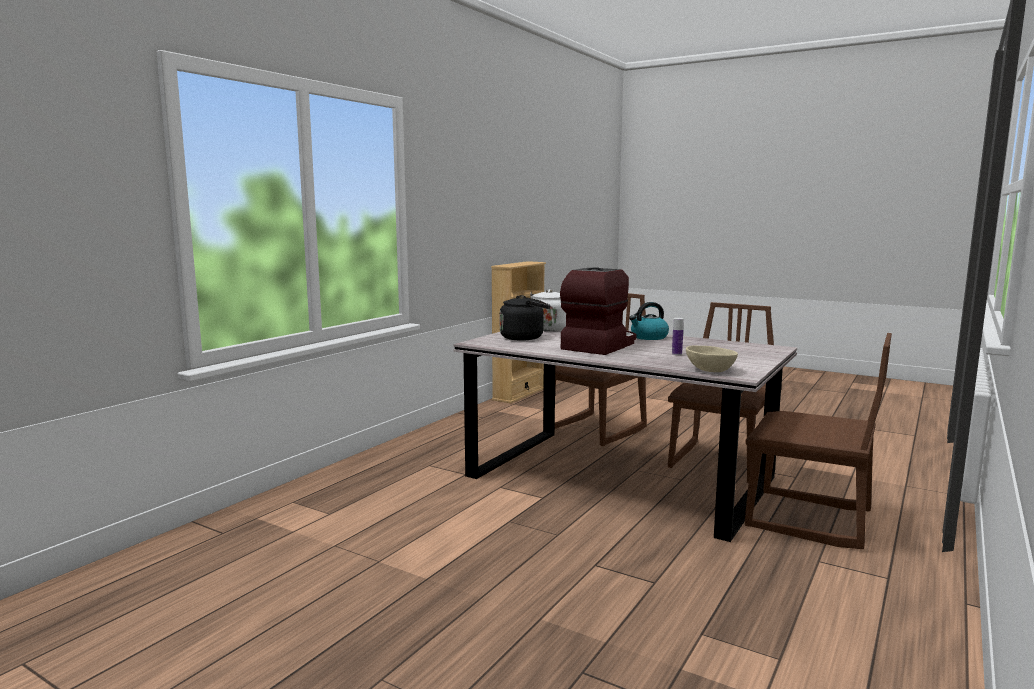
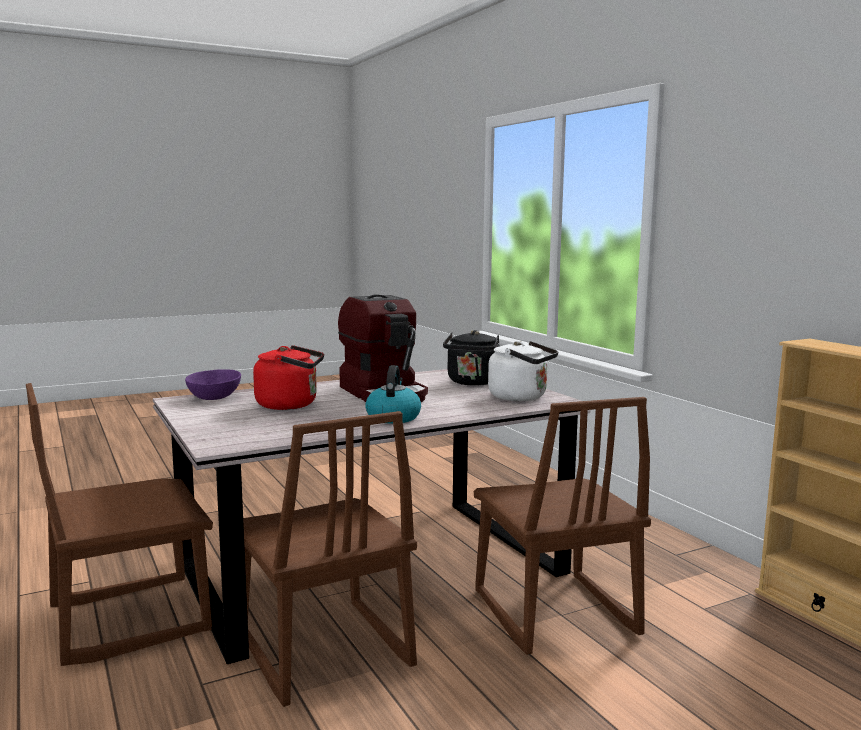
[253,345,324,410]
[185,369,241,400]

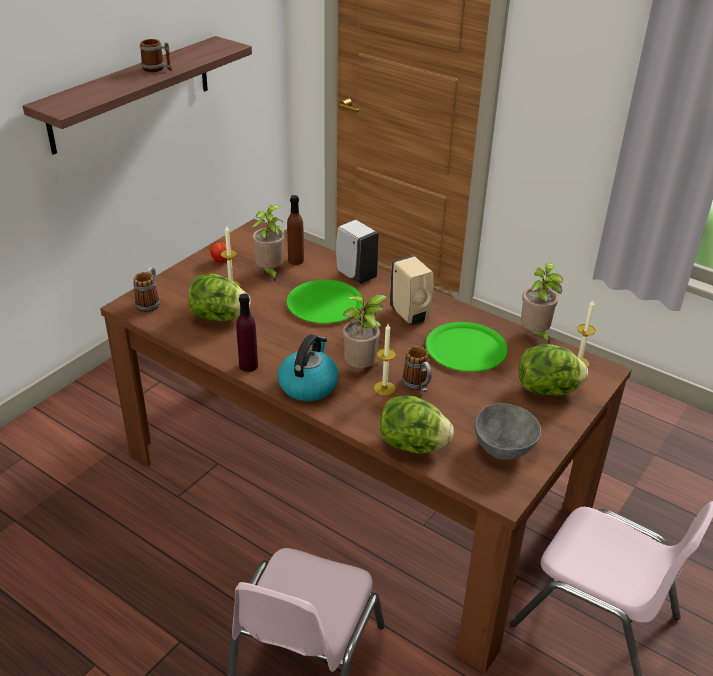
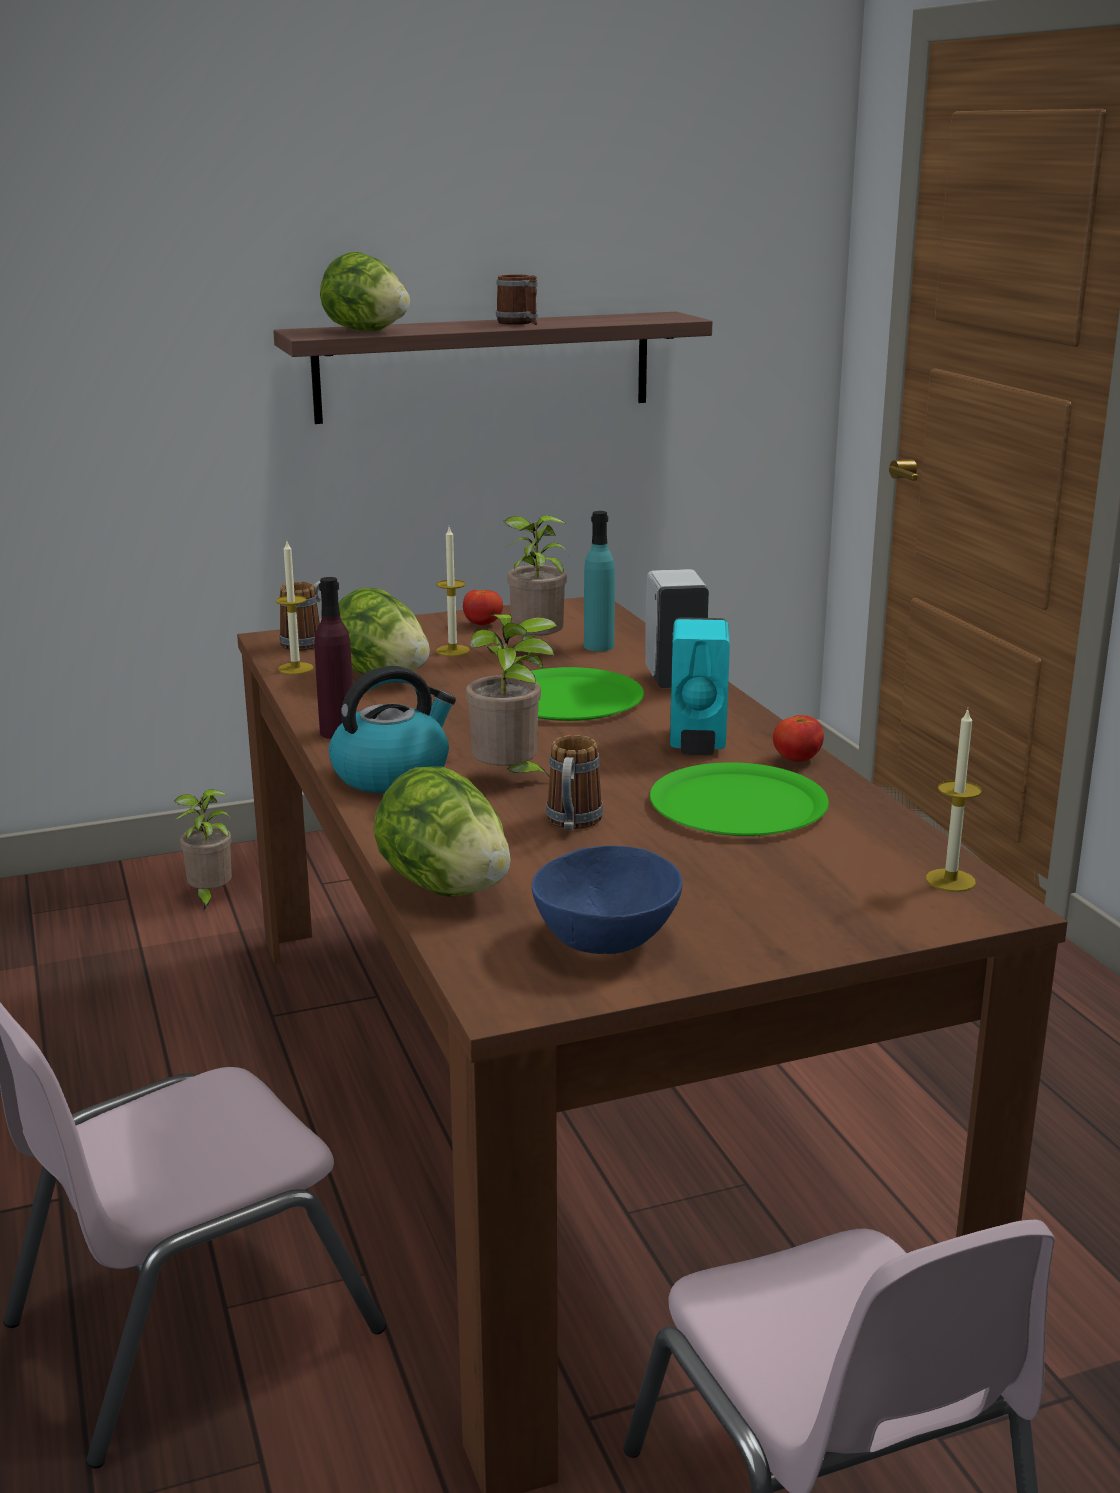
[584,511,615,651]
[670,617,730,755]
[174,789,232,911]
[276,541,314,675]
[320,252,410,331]
[532,846,683,954]
[773,715,824,762]

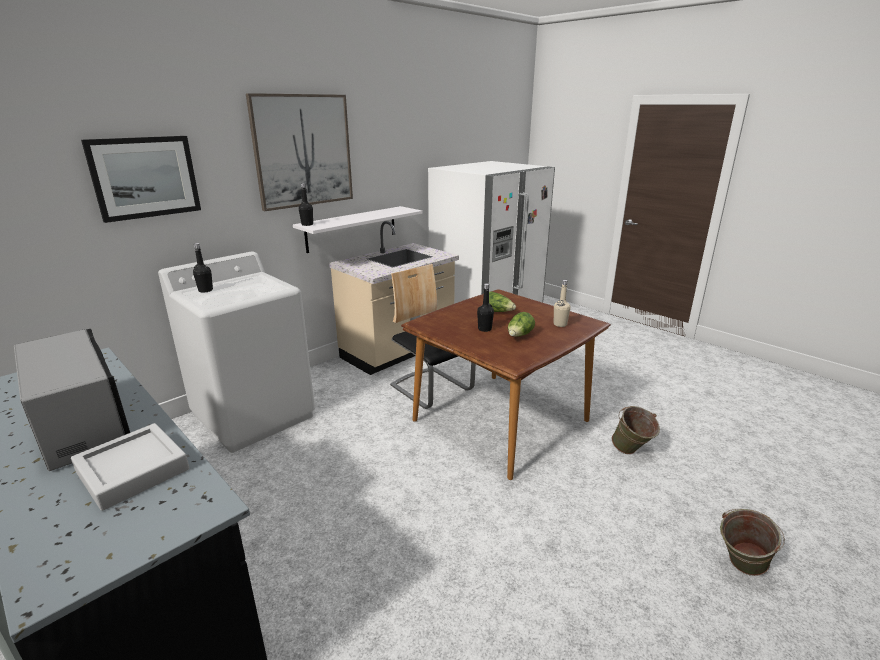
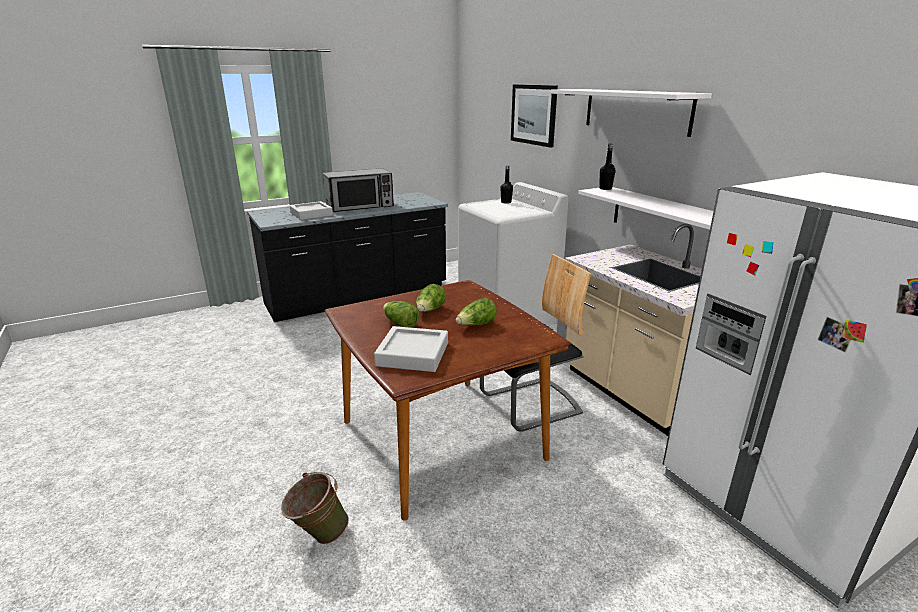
[550,89,712,137]
[374,326,448,372]
[416,284,446,312]
[720,509,785,576] (first image)

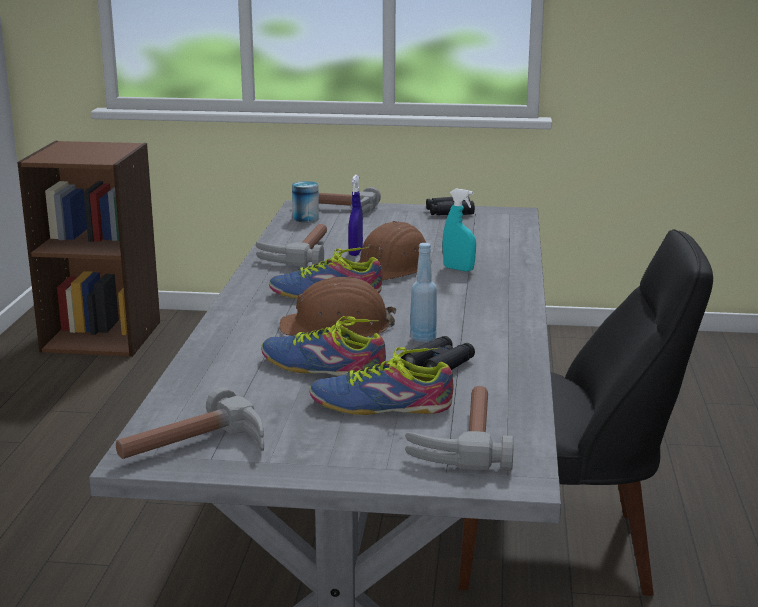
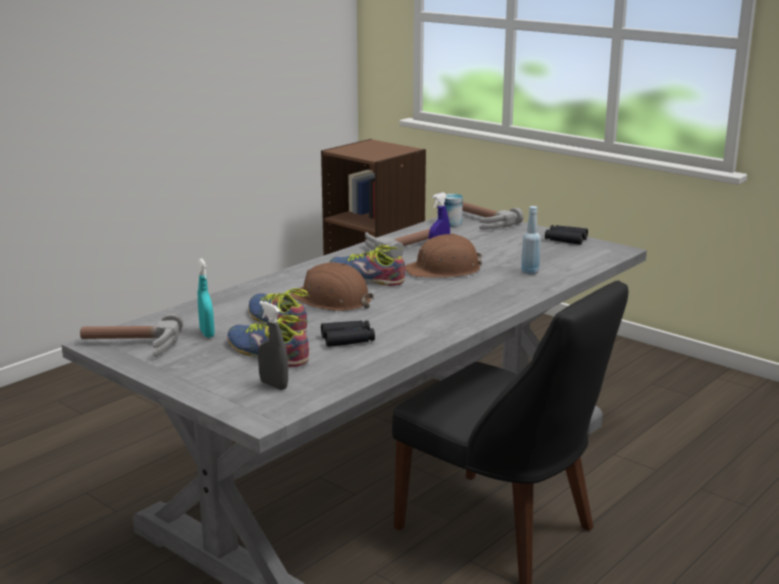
[198,258,215,338]
[521,206,541,275]
[258,301,288,390]

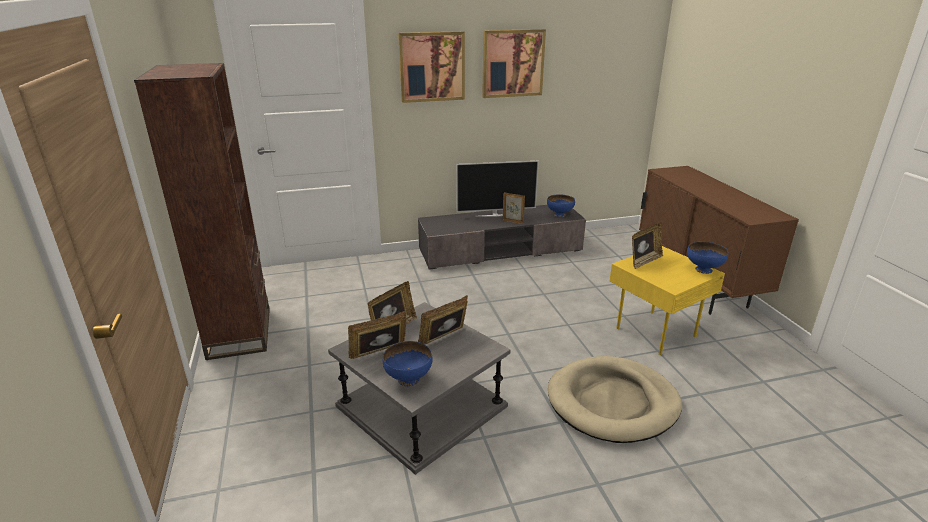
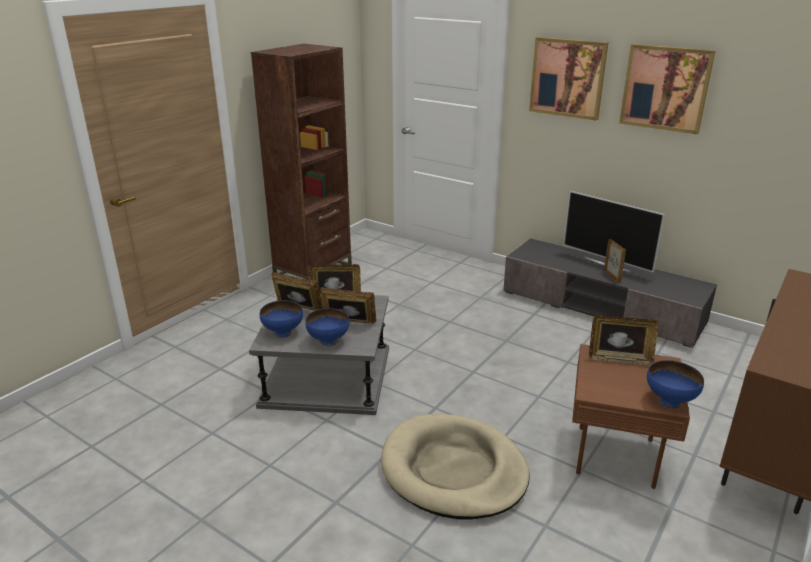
[305,308,350,346]
[572,344,690,489]

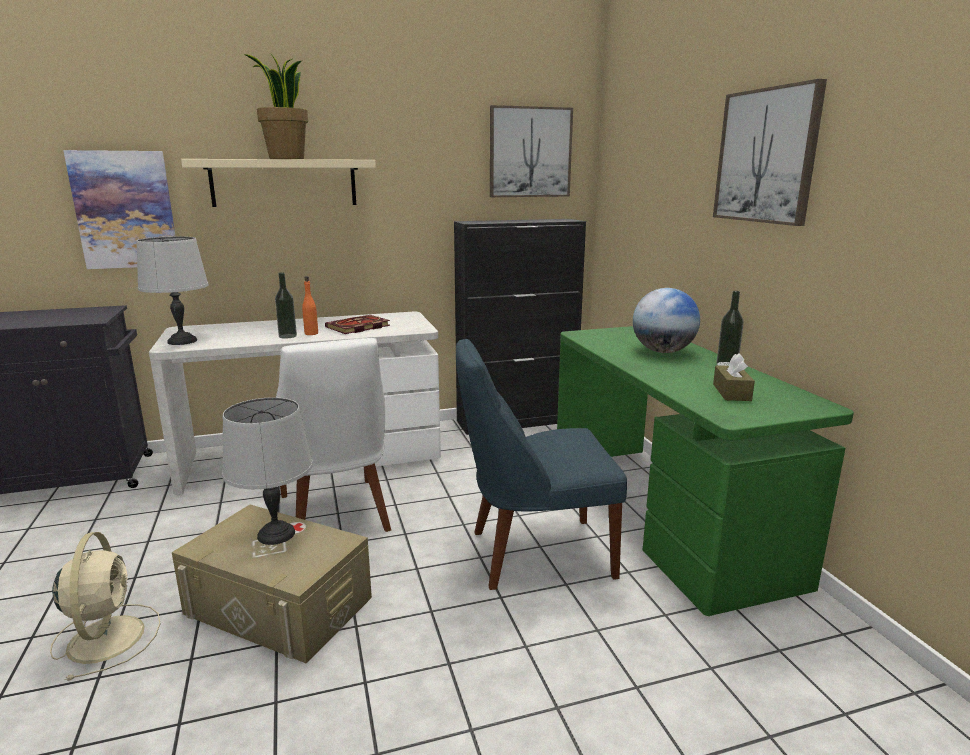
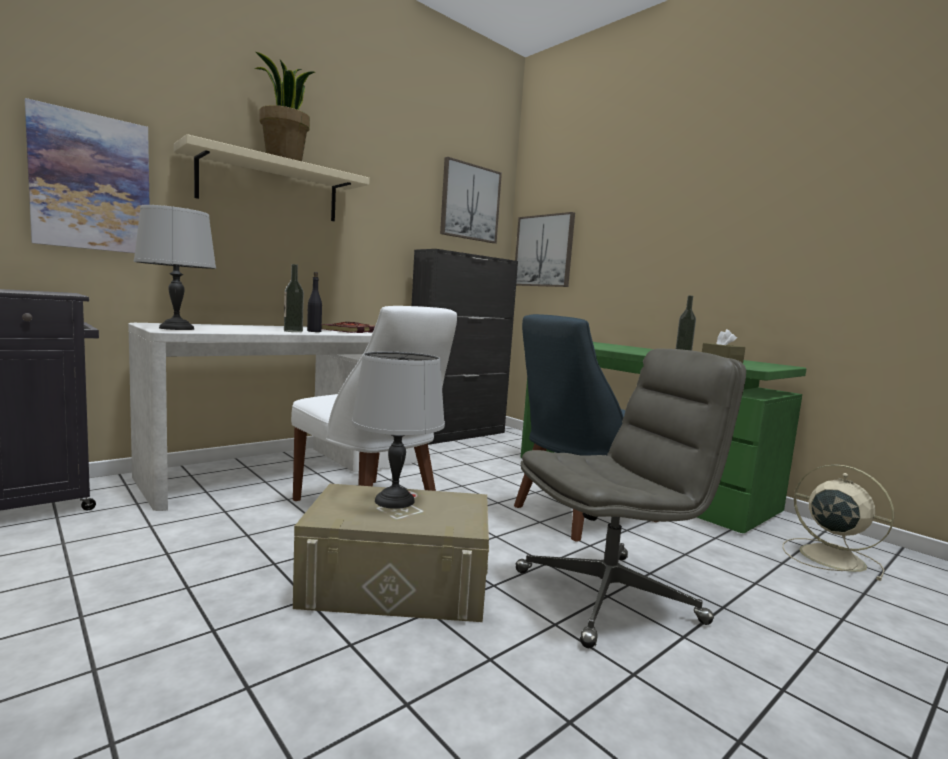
[515,212,575,287]
[307,272,322,332]
[633,288,700,353] (first image)
[782,464,894,581]
[516,349,746,648]

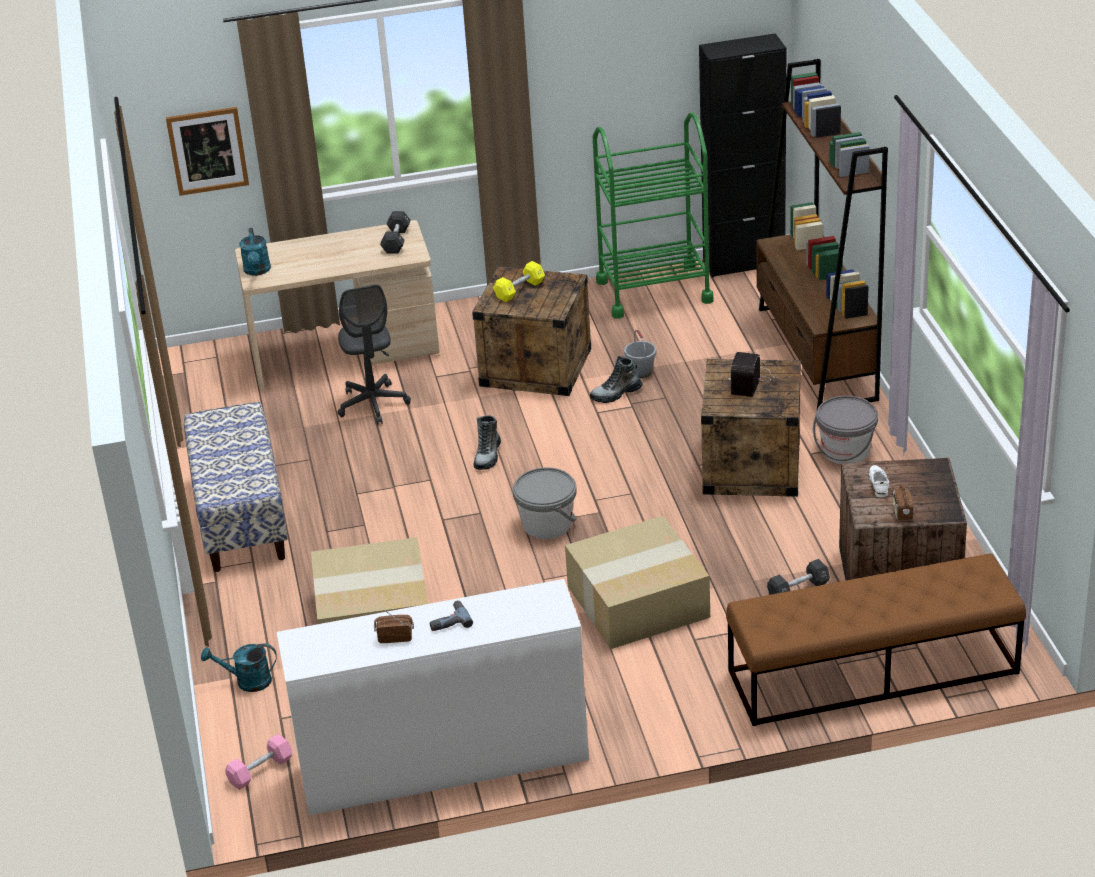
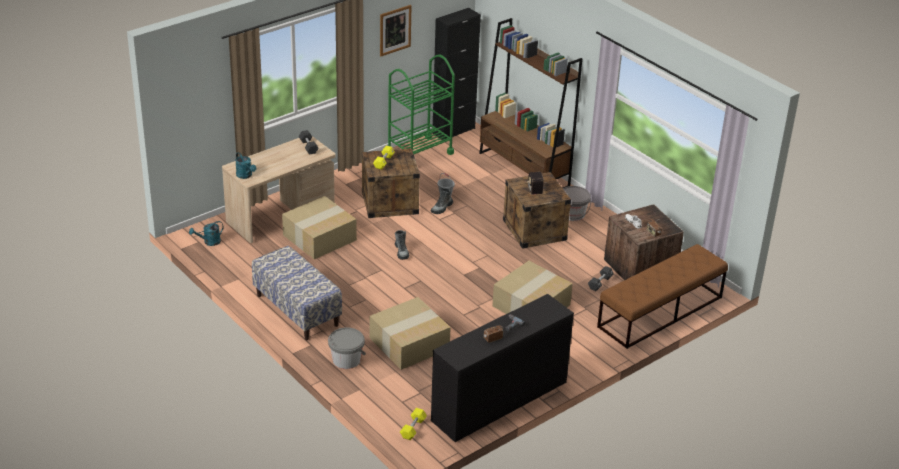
[380,5,411,56]
[282,196,357,259]
[328,327,366,369]
[431,294,574,442]
[189,221,223,246]
[400,408,427,440]

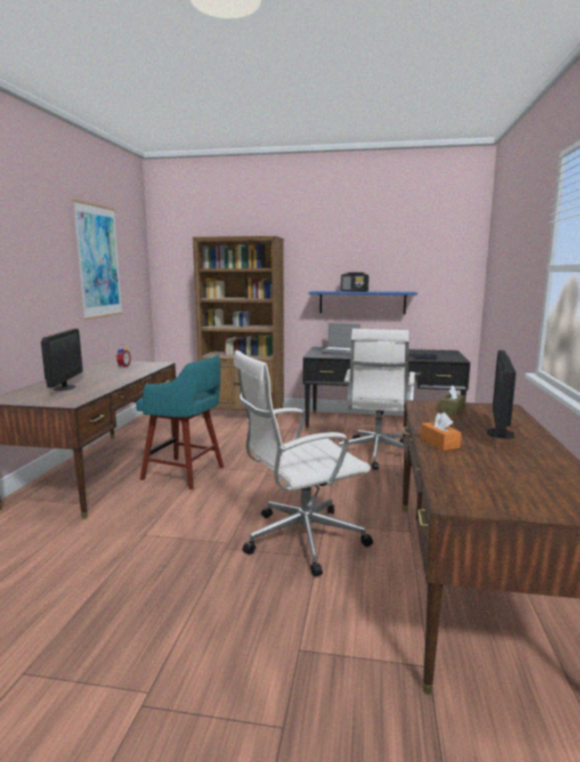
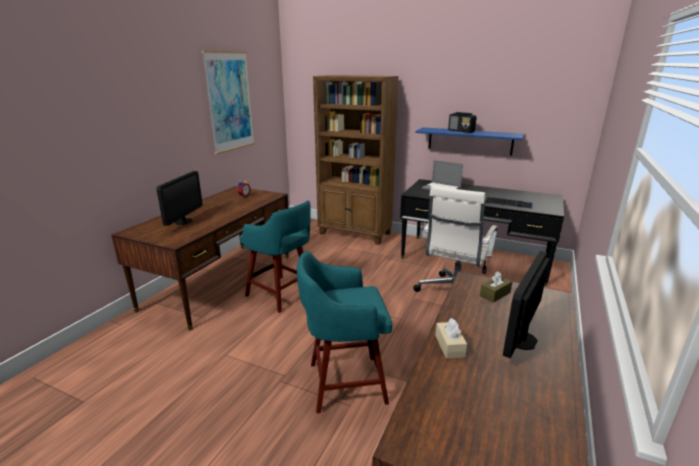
[297,251,392,413]
[435,318,467,358]

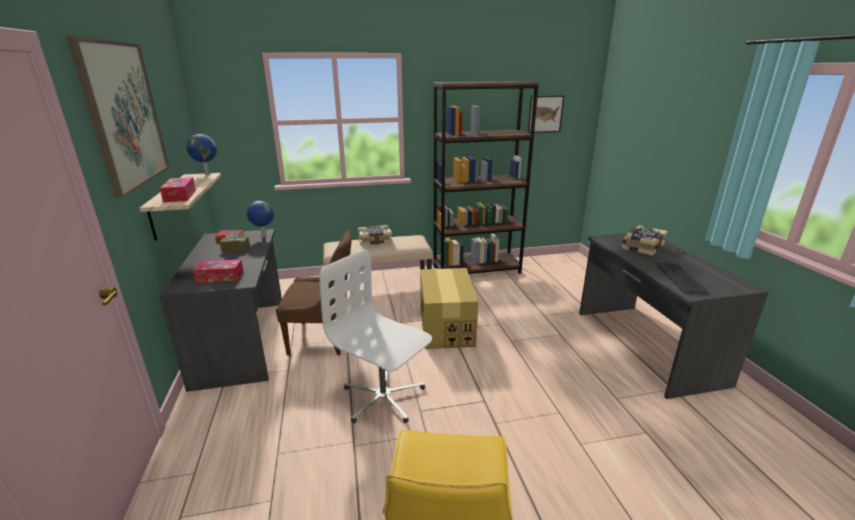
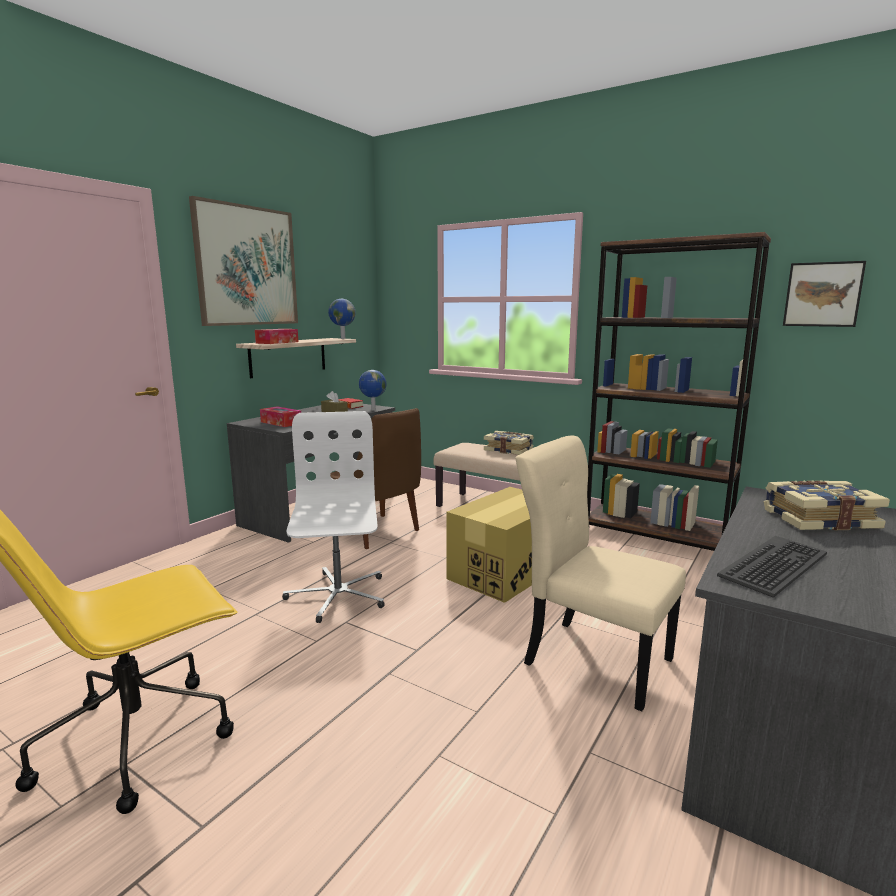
[515,436,686,712]

